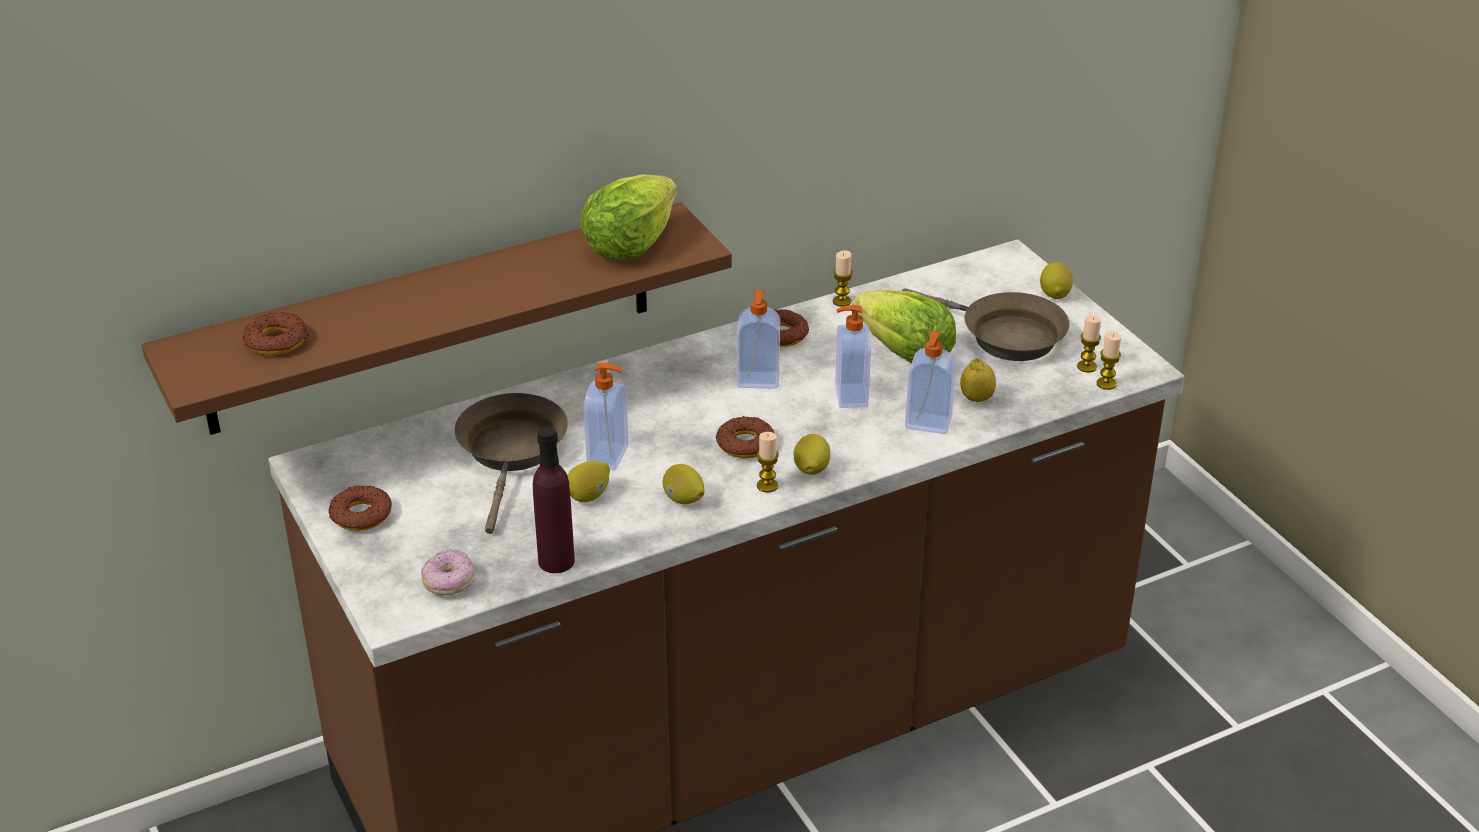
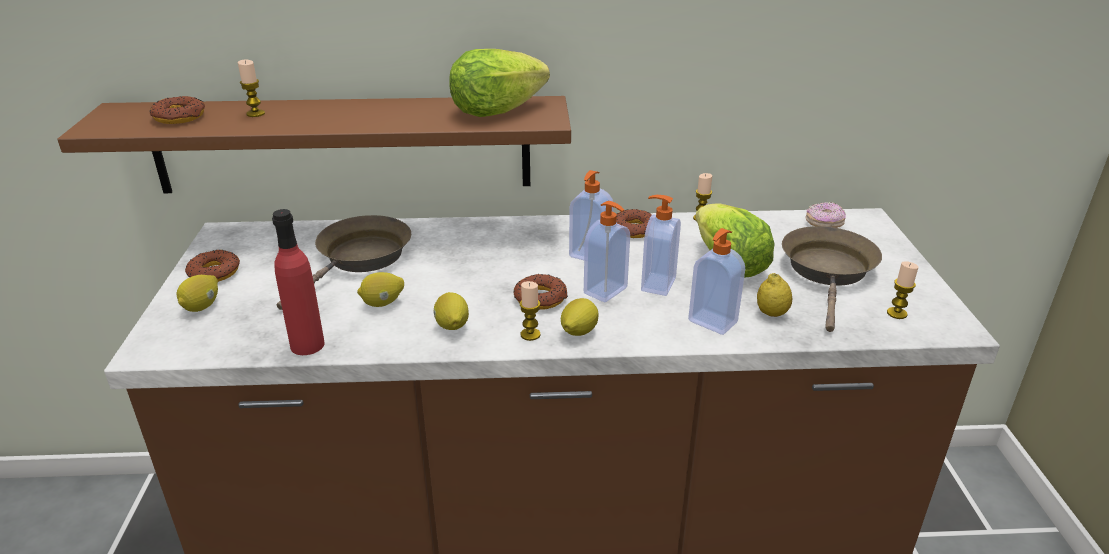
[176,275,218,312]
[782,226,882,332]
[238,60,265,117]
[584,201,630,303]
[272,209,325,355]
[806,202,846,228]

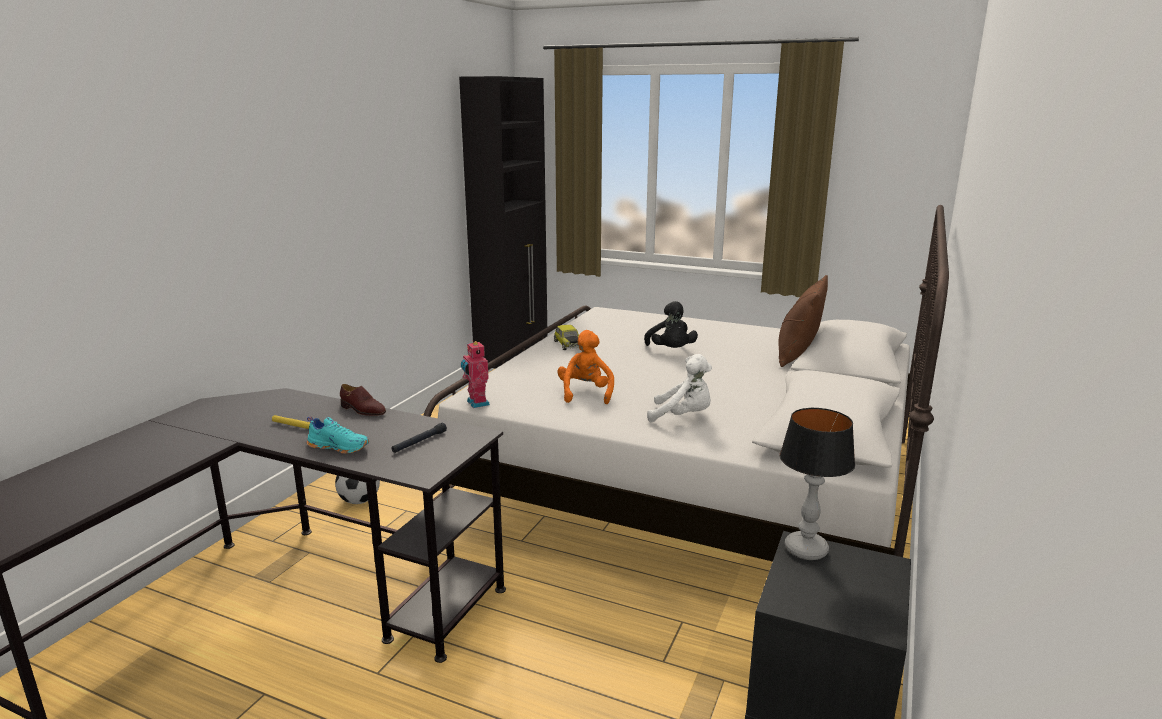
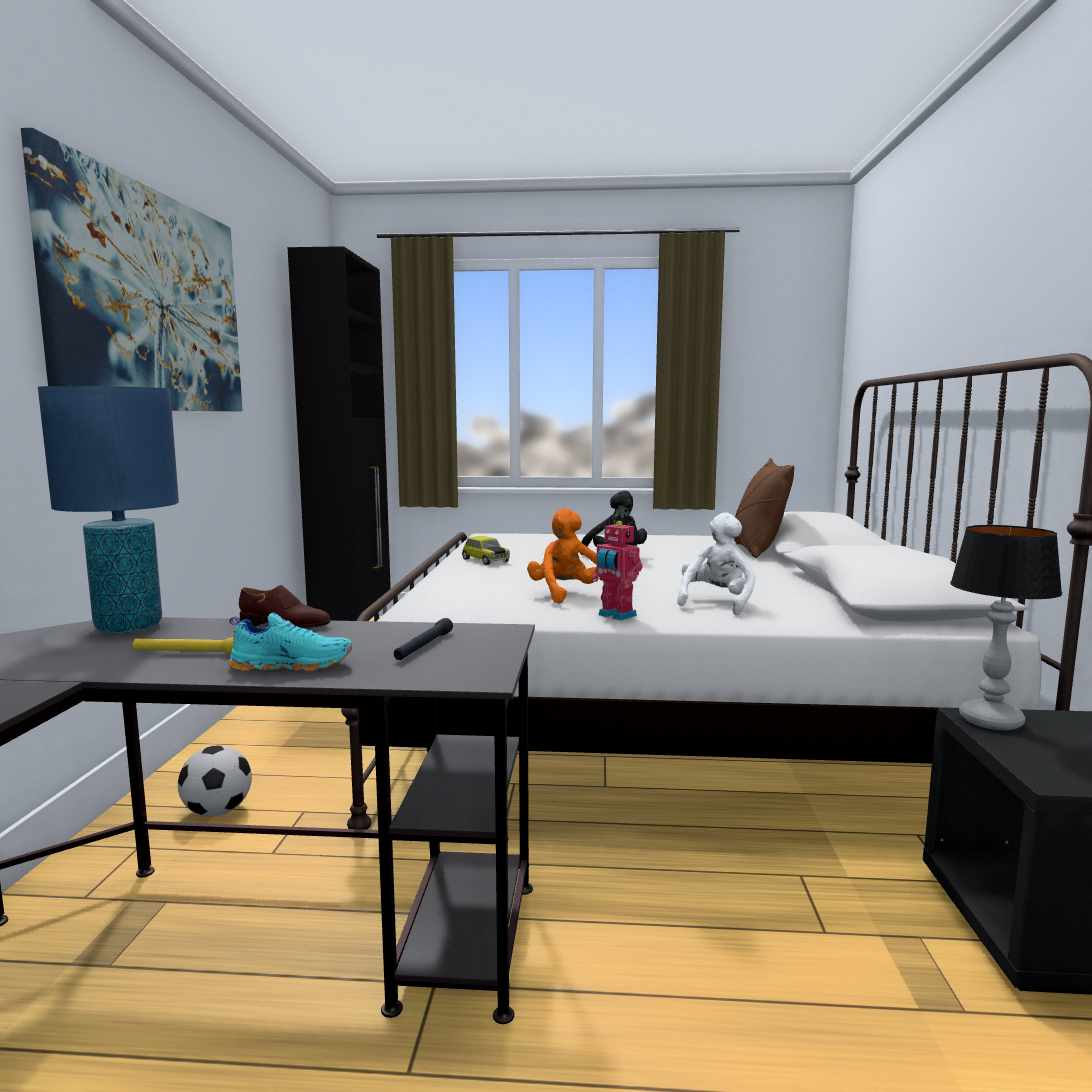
[592,521,642,620]
[677,512,755,615]
[21,128,243,412]
[38,386,179,633]

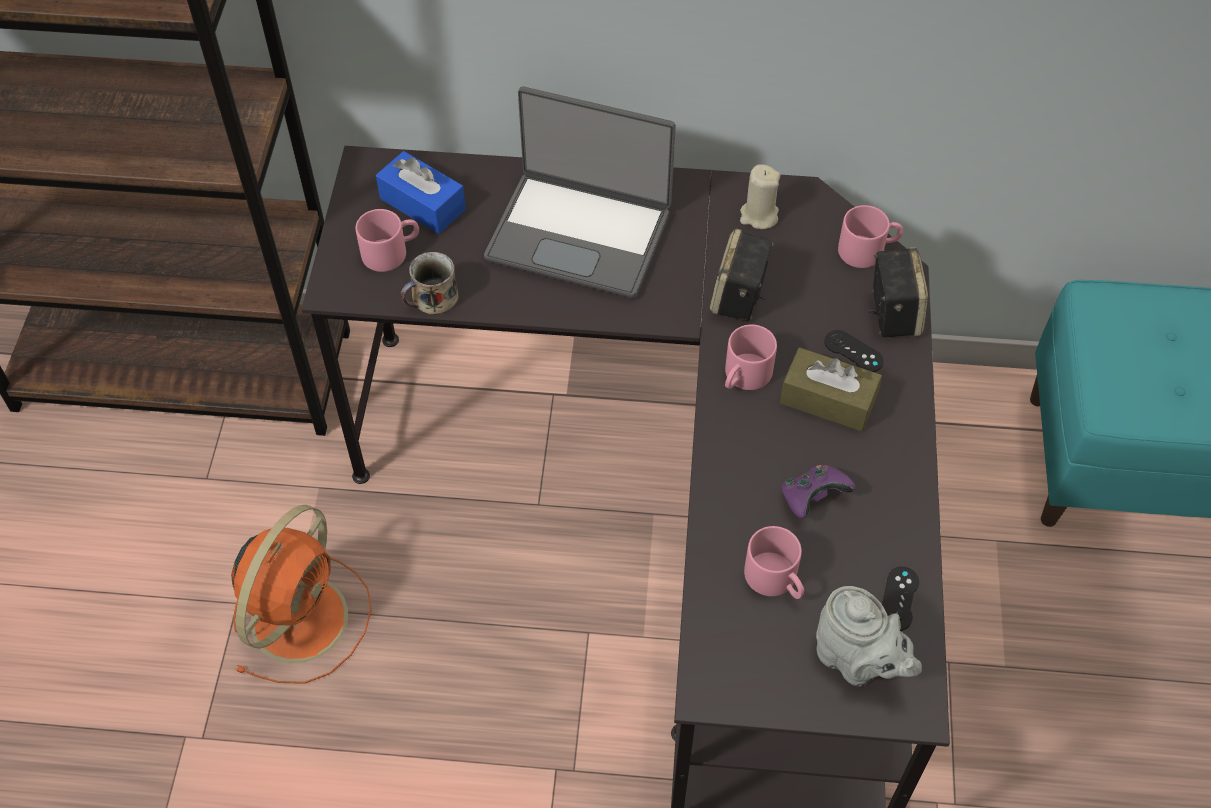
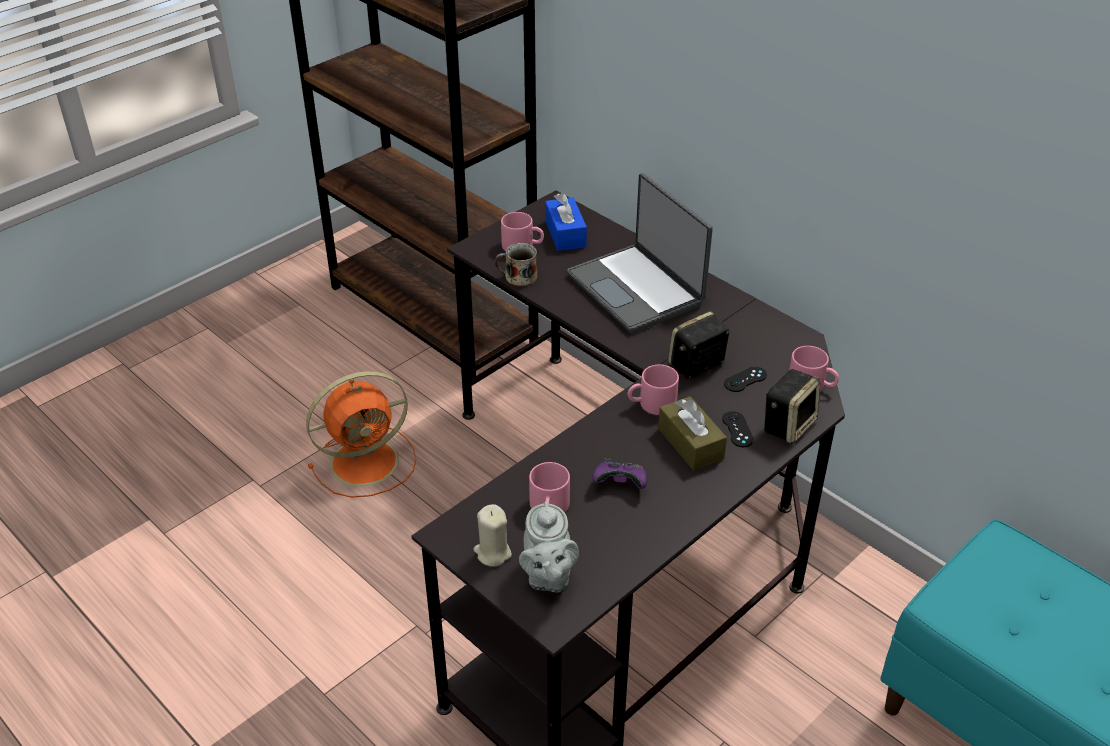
[474,504,512,567]
[724,367,767,392]

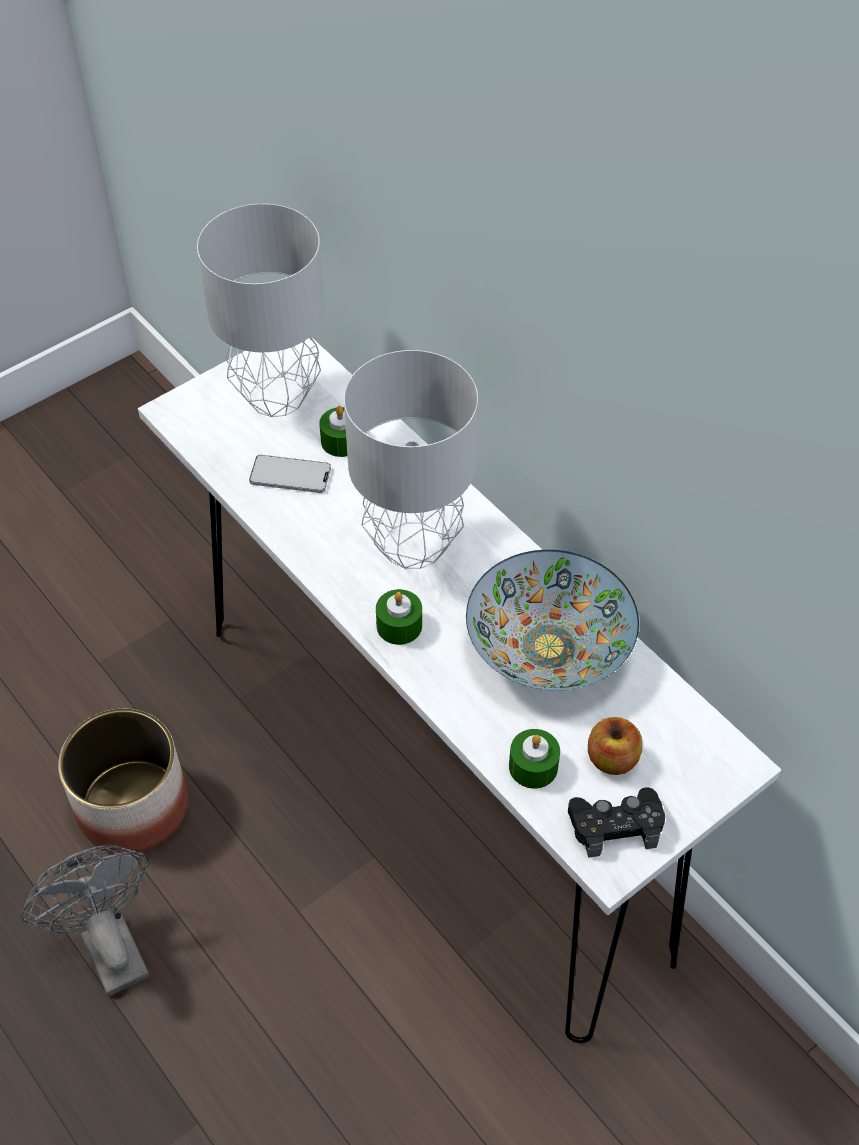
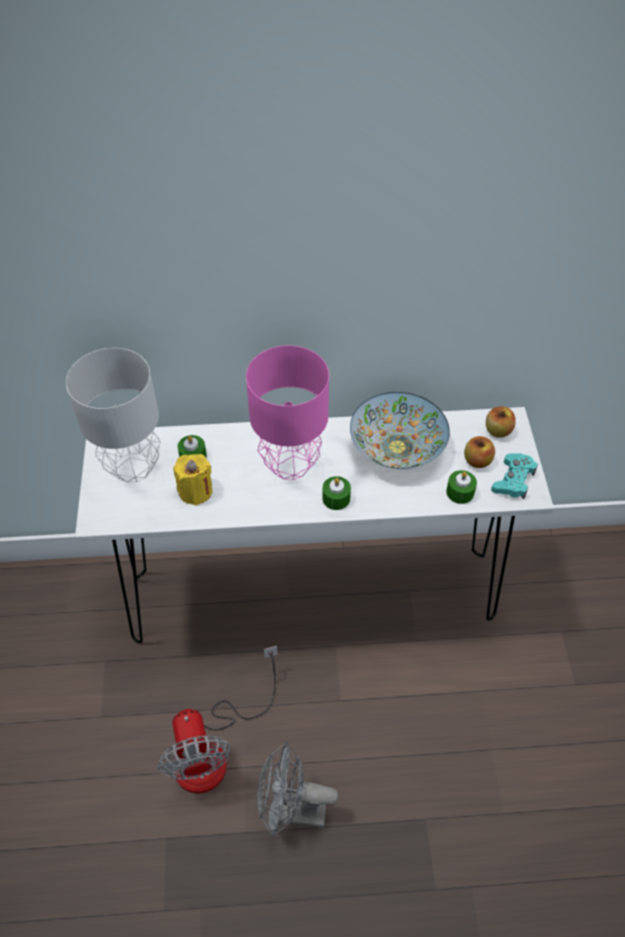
[246,345,329,480]
[173,454,212,506]
[158,646,278,793]
[491,453,538,500]
[486,406,516,438]

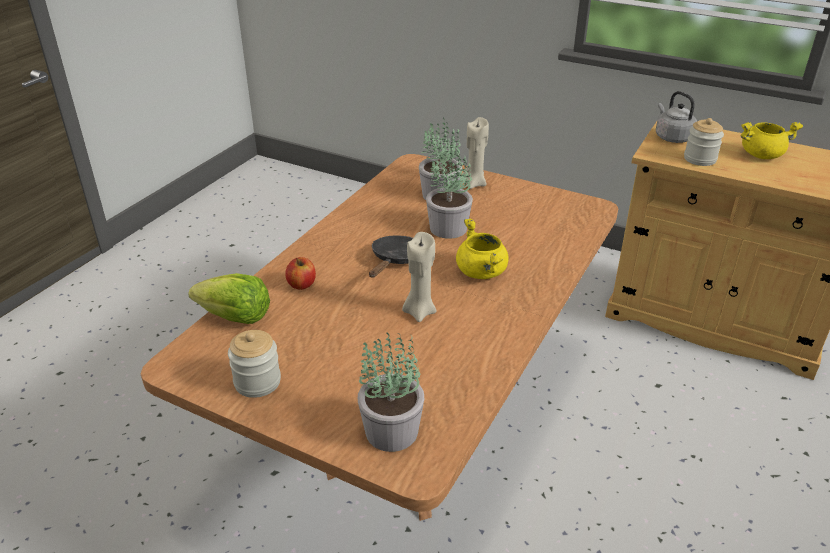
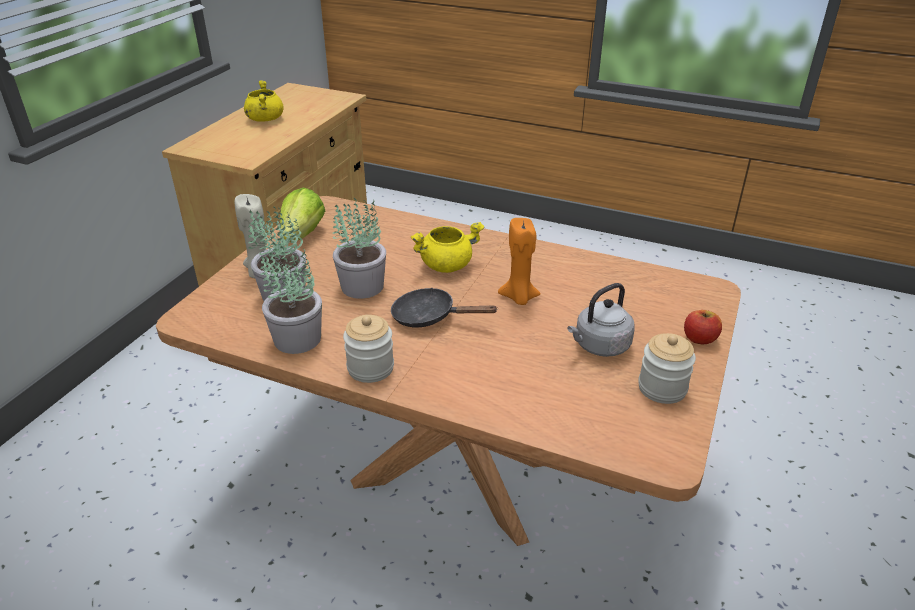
[567,283,635,357]
[343,315,394,383]
[498,218,541,305]
[684,310,722,344]
[280,187,325,242]
[260,242,322,354]

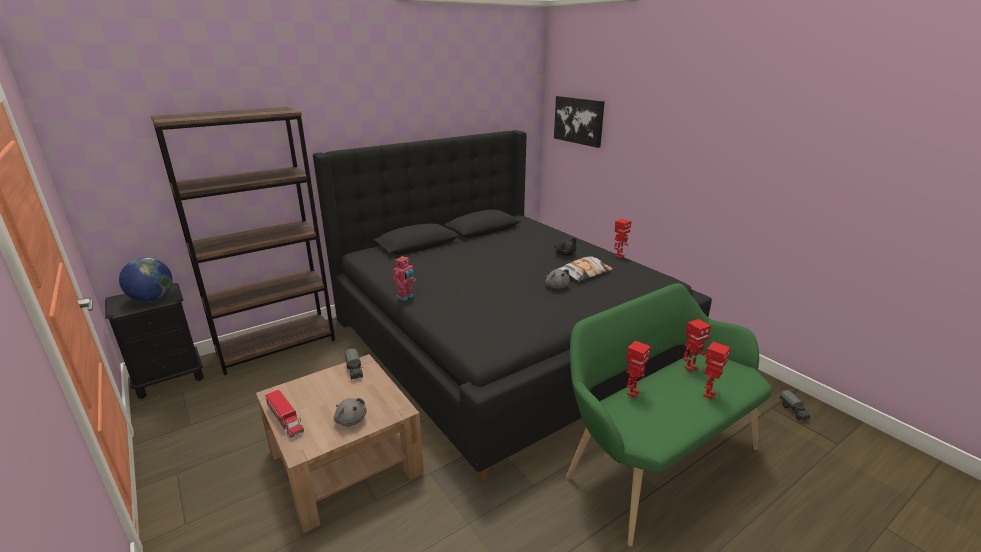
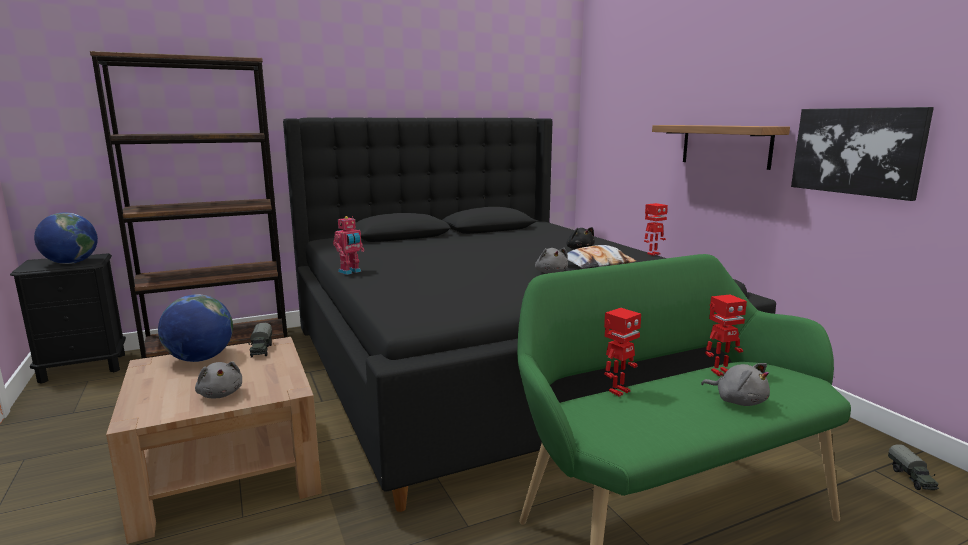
[791,107,934,201]
[701,363,770,406]
[265,389,304,438] (first image)
[652,125,790,170]
[158,294,233,362]

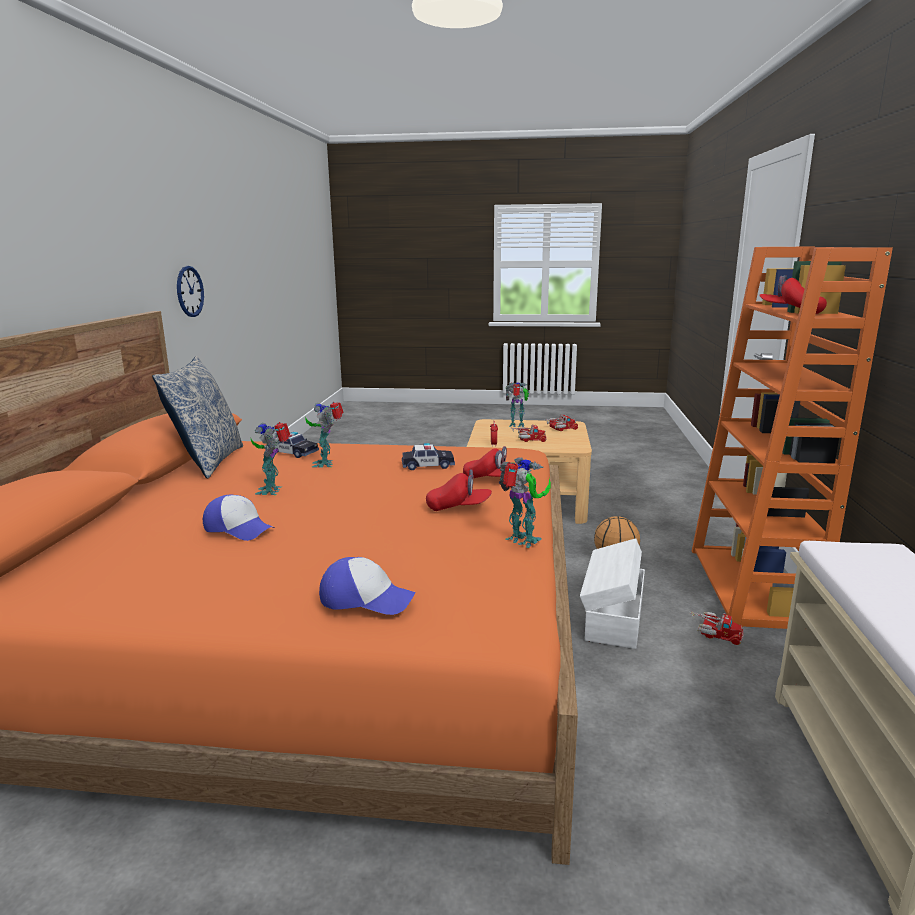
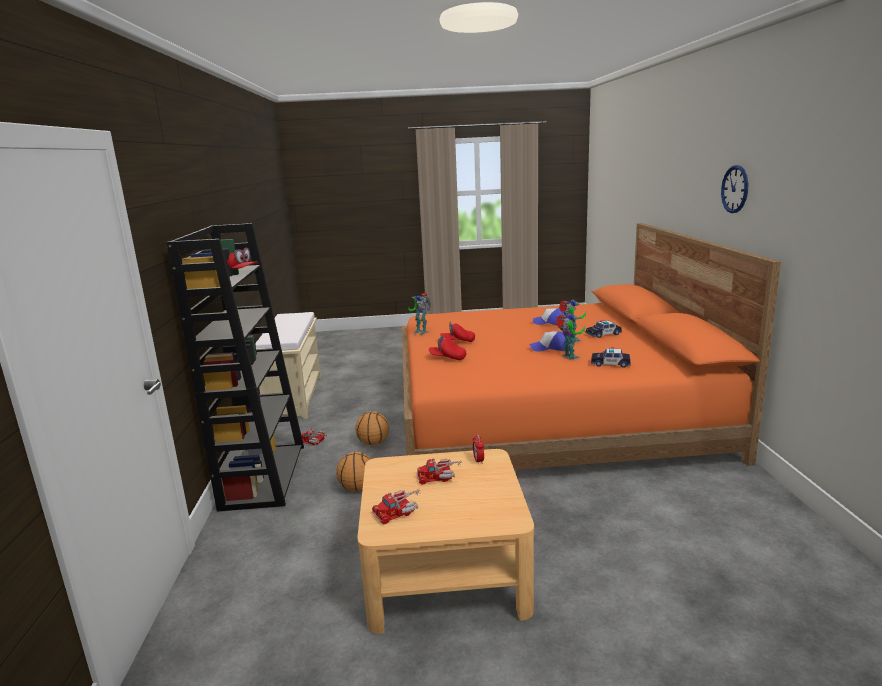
[167,223,304,512]
[721,165,748,213]
[152,356,243,479] (first image)
[506,382,529,427] (first image)
[585,320,622,338]
[355,411,389,445]
[529,331,570,352]

